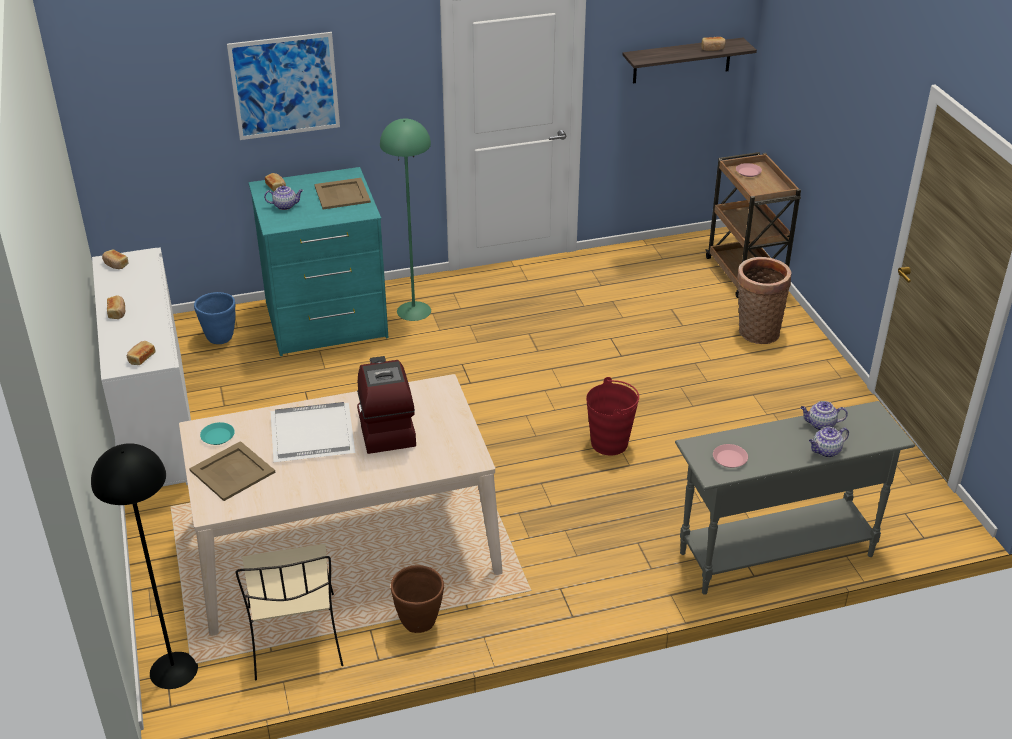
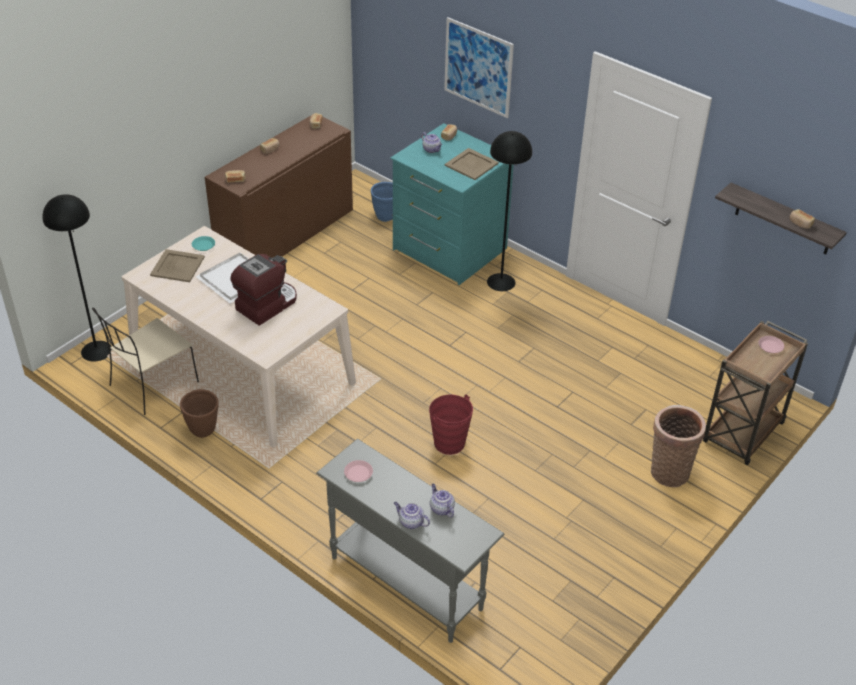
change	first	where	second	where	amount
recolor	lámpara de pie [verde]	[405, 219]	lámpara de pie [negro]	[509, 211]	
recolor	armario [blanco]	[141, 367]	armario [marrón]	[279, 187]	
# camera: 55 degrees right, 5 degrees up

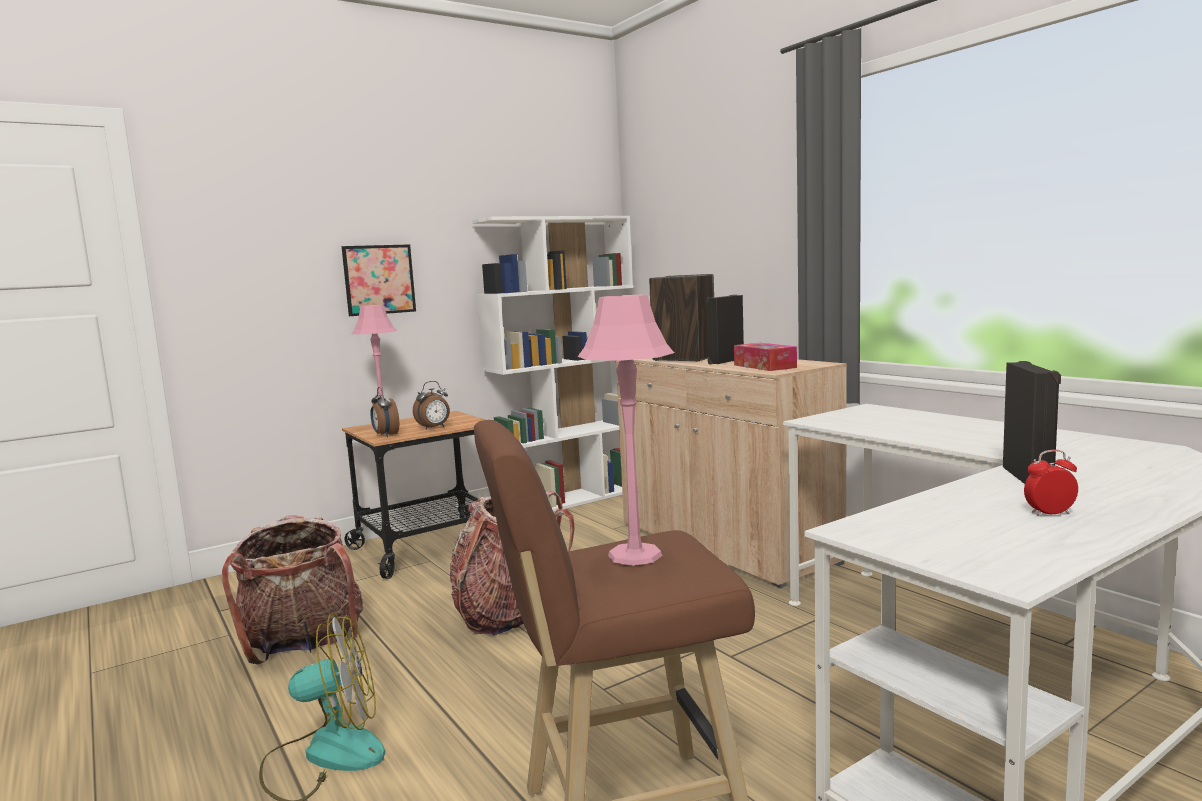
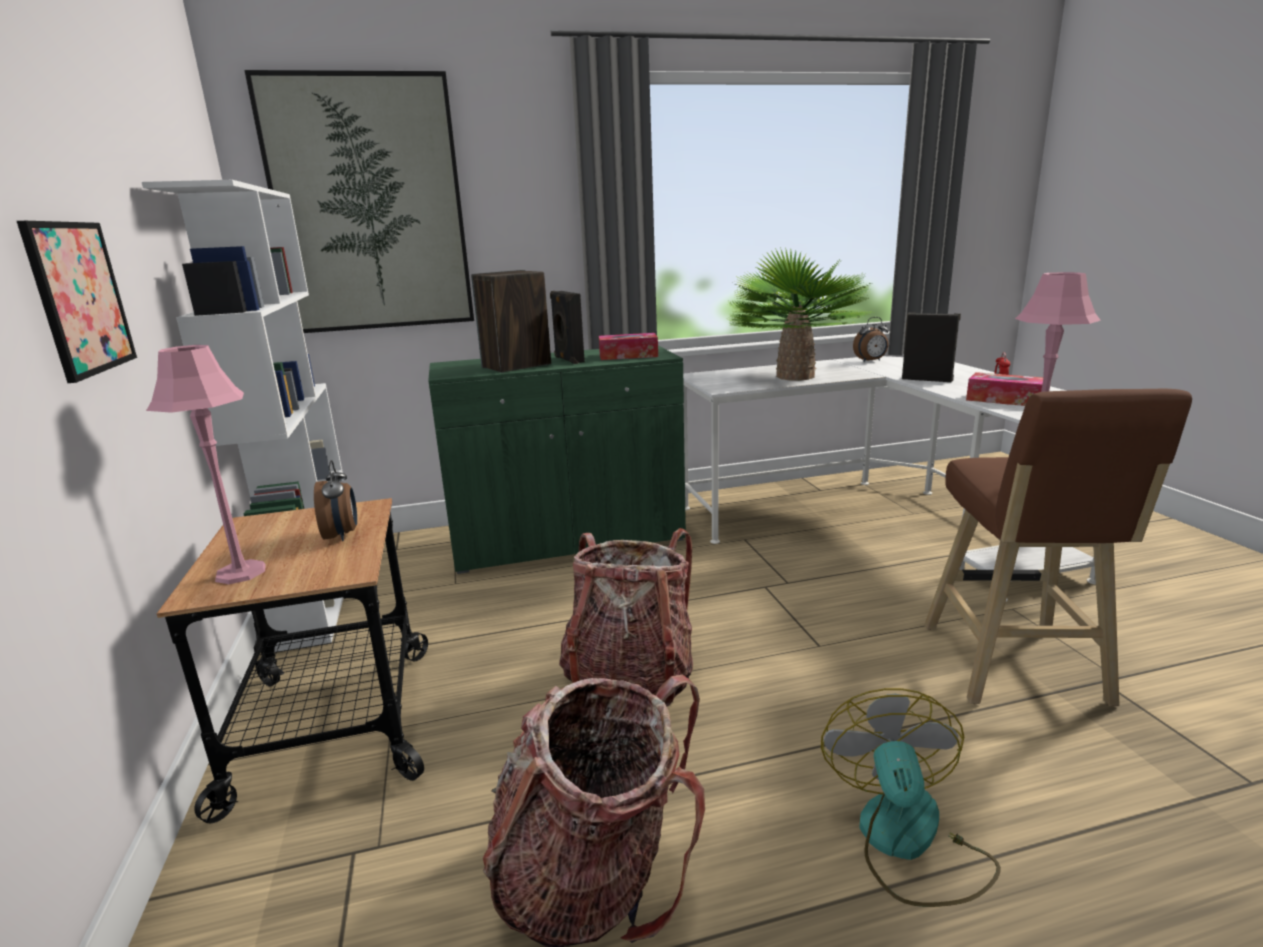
change	first	where	second	where	amount
recolor	armario [beis]	[731, 473]	armario [verde]	[557, 460]	
move	despertador	[384, 412]		[871, 339]	
insert			cuadro	[359, 201]	
insert			planta en maceta	[801, 314]	
insert			caja de pañuelos	[1004, 389]	
# camera: 70 degrees left, 10 degrees up

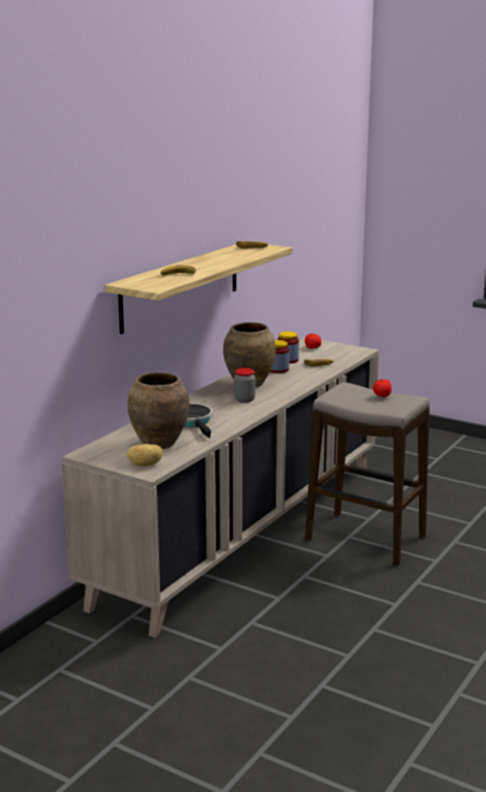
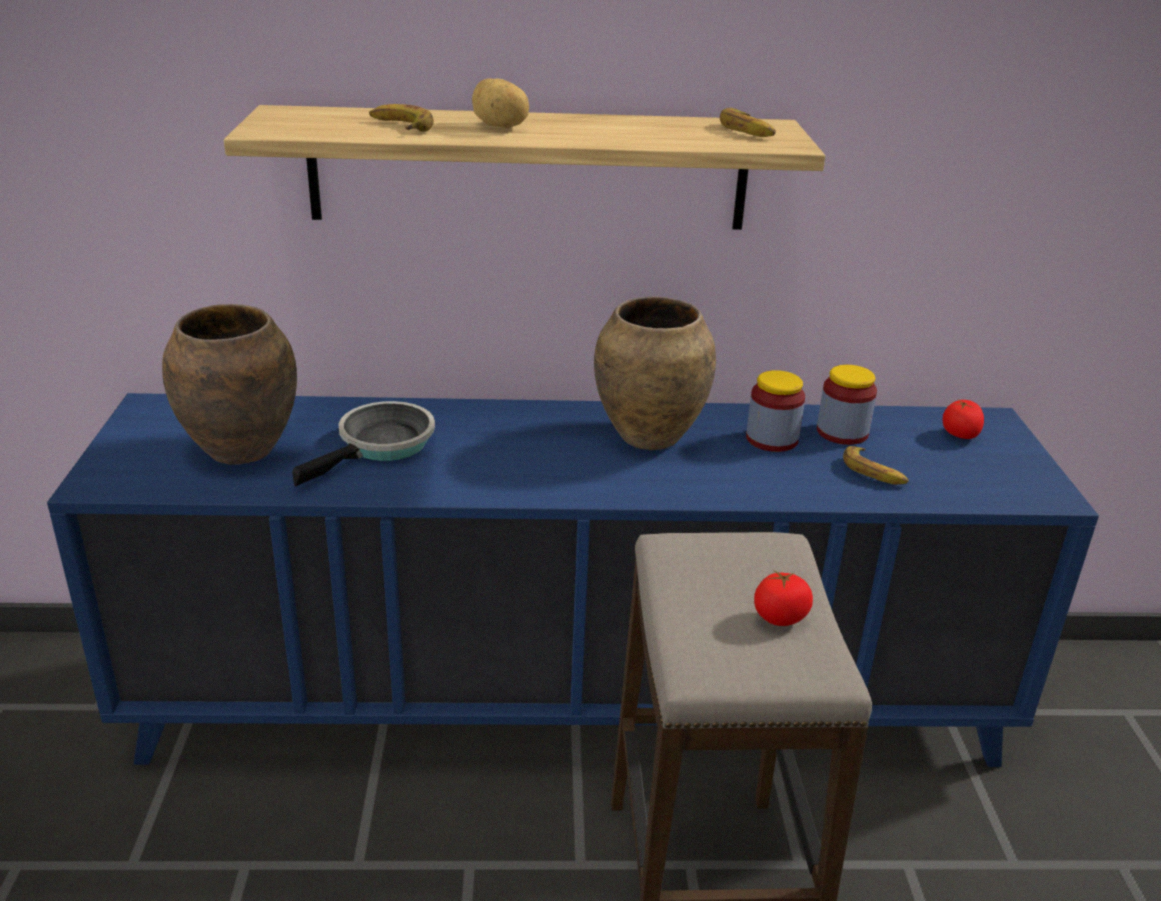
change	first	where	second	where	amount
recolor	armario [beis]	[220, 487]	armario [azul]	[573, 580]	
delete	tarro	[245, 385]			
move	patata	[145, 455]		[500, 103]	
# camera: 55 degrees right, 10 degrees up

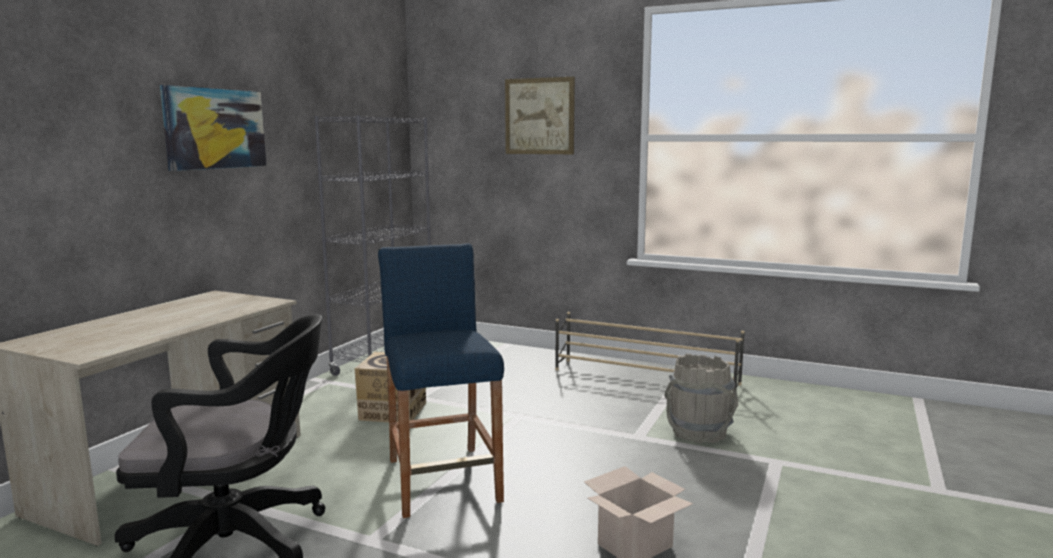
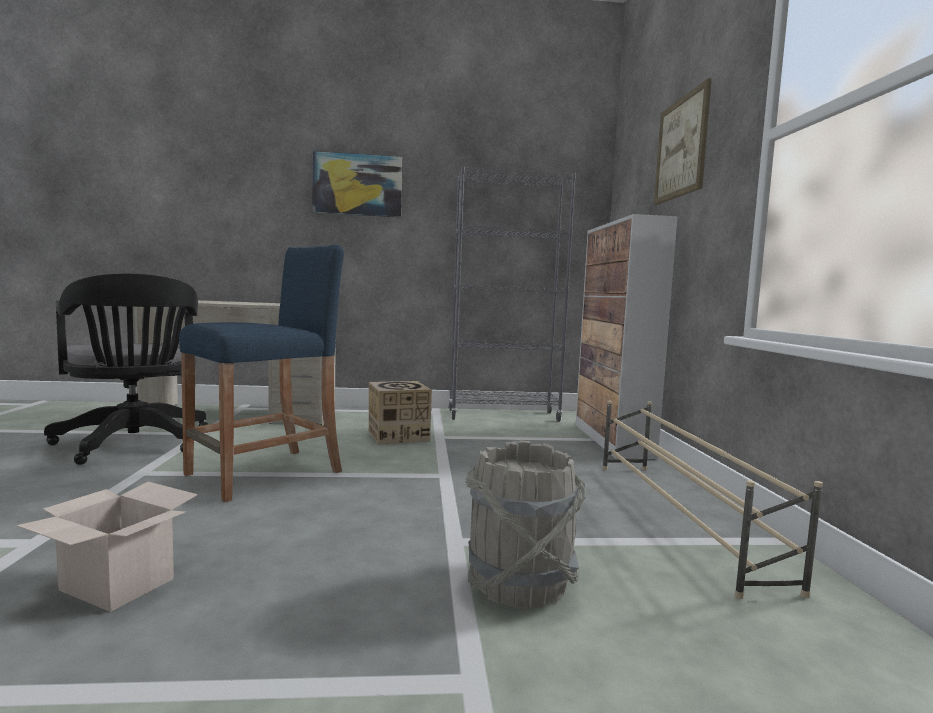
change	first	where	second	where	amount
insert			armario	[626, 336]	
# camera: 60 degrees right, 5 degrees down

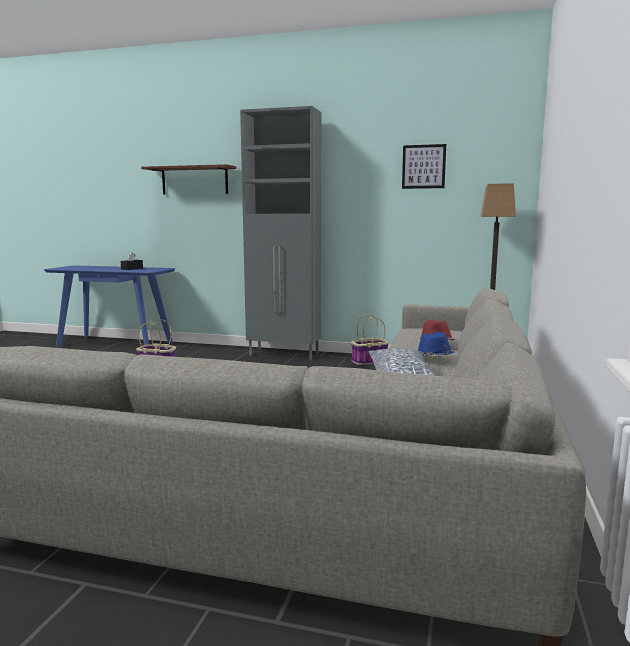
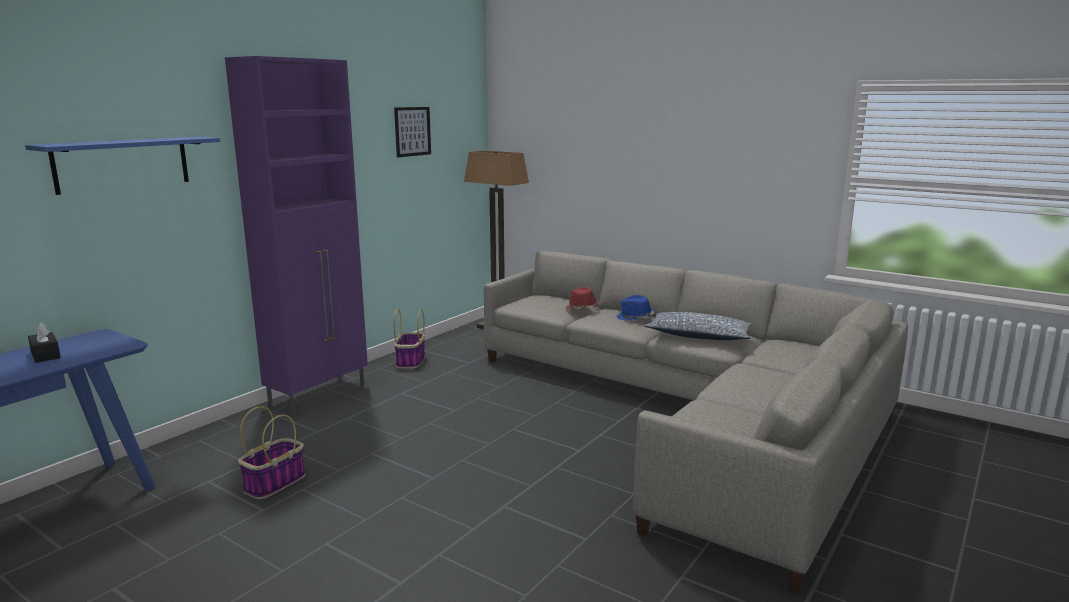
change	first	where	second	where	amount
recolor	armario [gris]	[280, 233]	armario [morado]	[296, 235]	
recolor	estante [marrón]	[189, 179]	estante [azul]	[122, 165]	
# camera: 70 degrees left, 5 degrees up

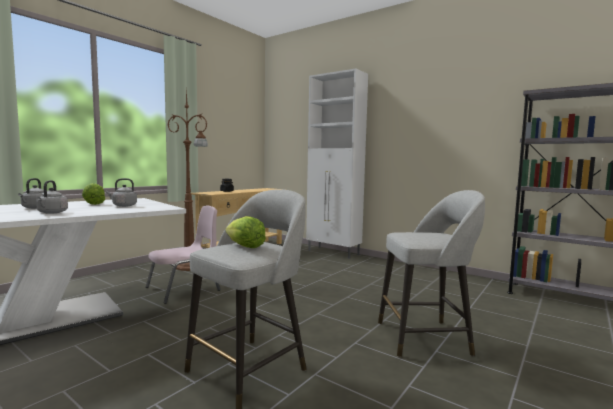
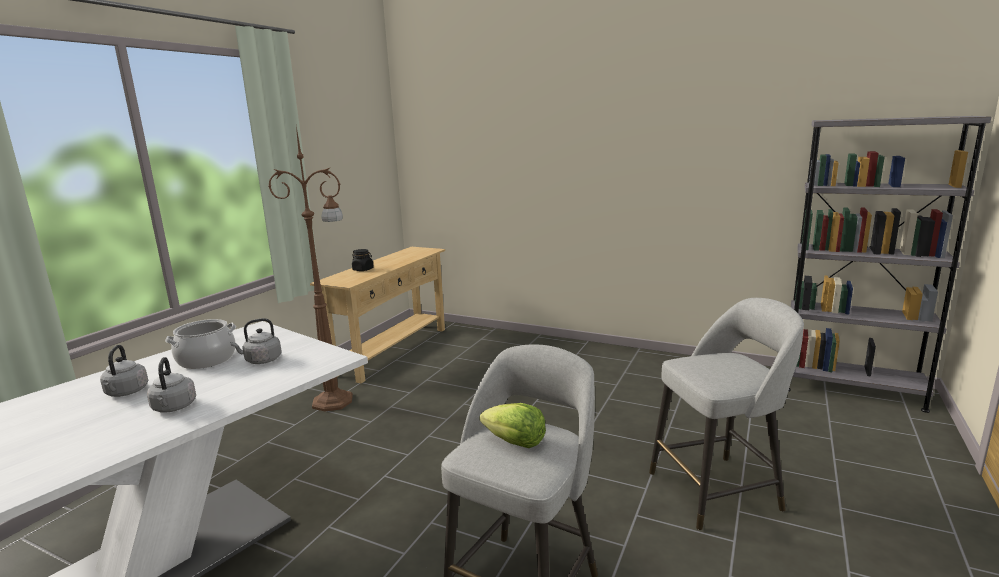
change	first	where	second	where	amount
delete	armario [blanco]	[337, 164]			
replace	lechuga	[93, 194]	olla	[200, 344]	
delete	silla [rosa]	[183, 254]			
# camera: 10 degrees left, 10 degrees up

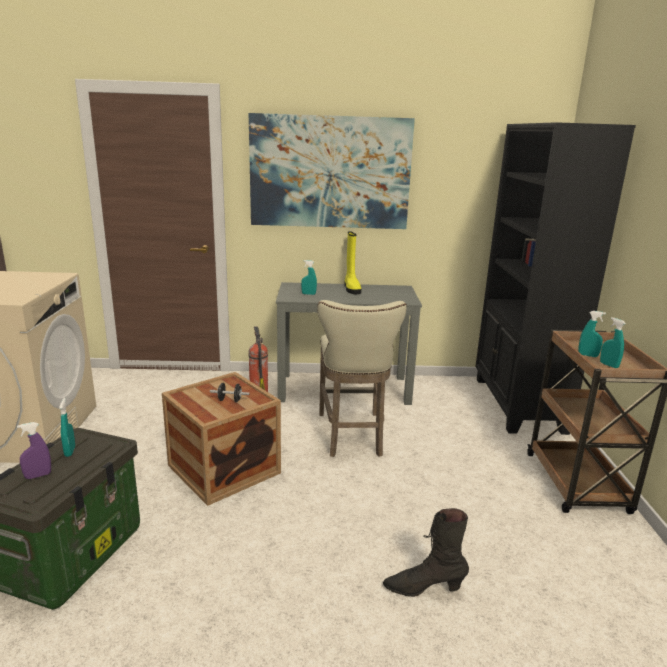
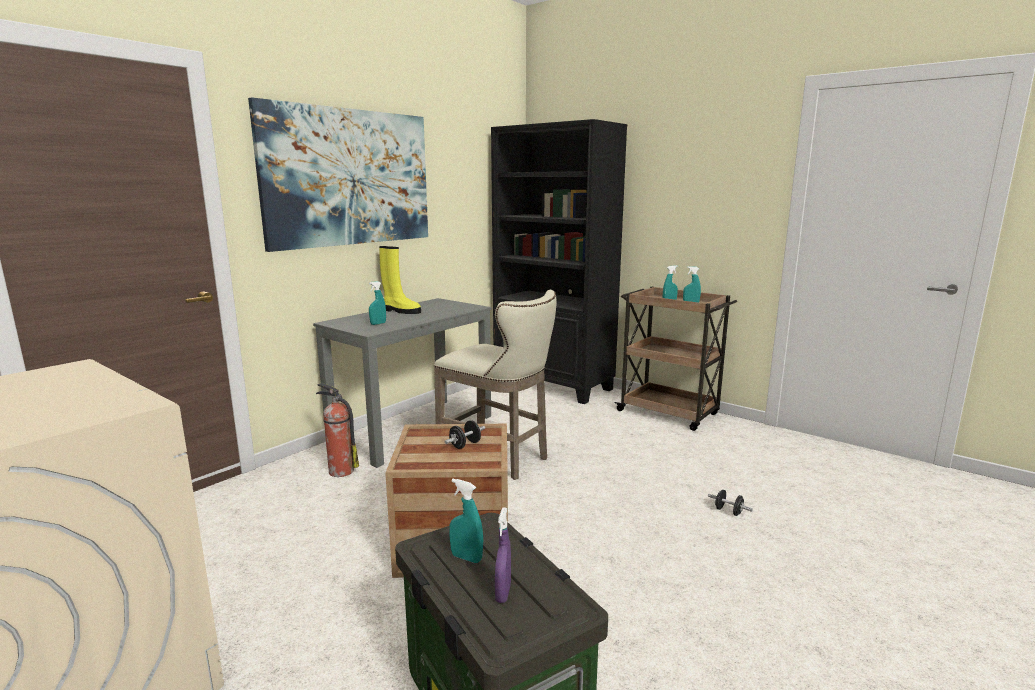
change	first	where	second	where	amount
replace	bota [negro]	[426, 552]	mancuerna [negro]	[730, 503]	
# camera: 50 degrees left, 5 degrees down

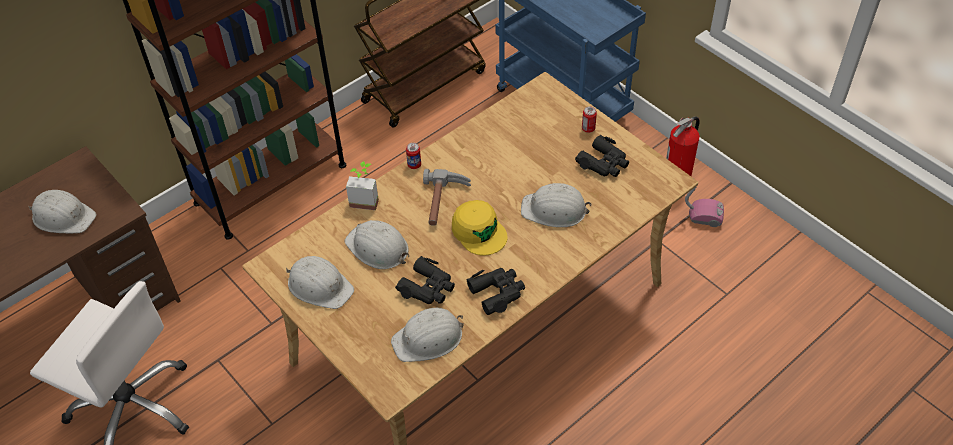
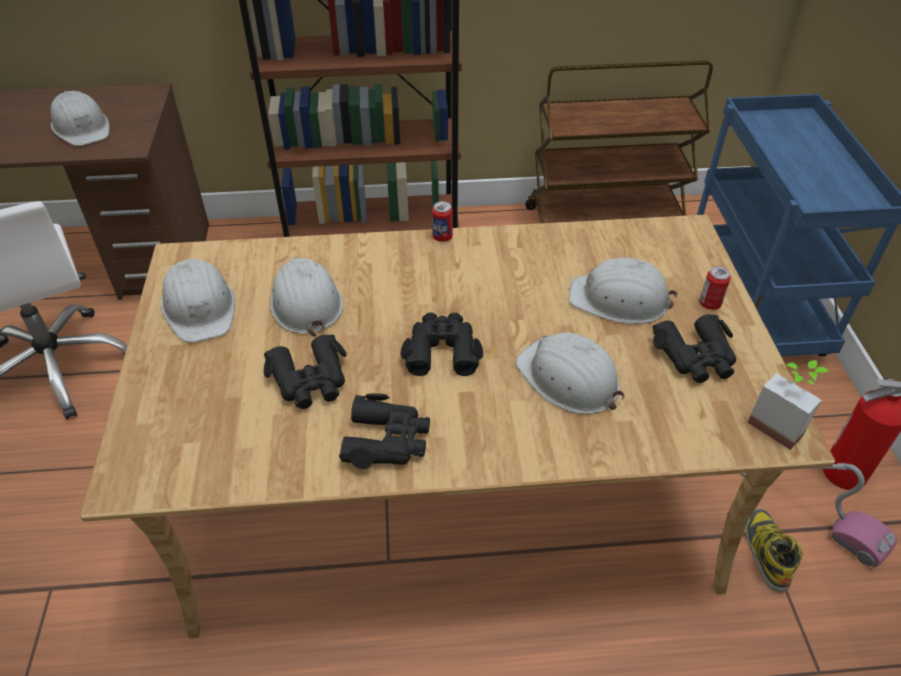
change	first	where	second	where	amount
move	planta en maceta	[362, 185]		[789, 405]	
delete	martillo	[447, 197]			
replace	gorra [amarillo]	[479, 228]	prismáticos [negro]	[442, 344]	
move	casco [blanco]	[427, 335]		[623, 291]	
insert			bota	[774, 550]	
# camera: 35 degrees right, 5 degrees down

